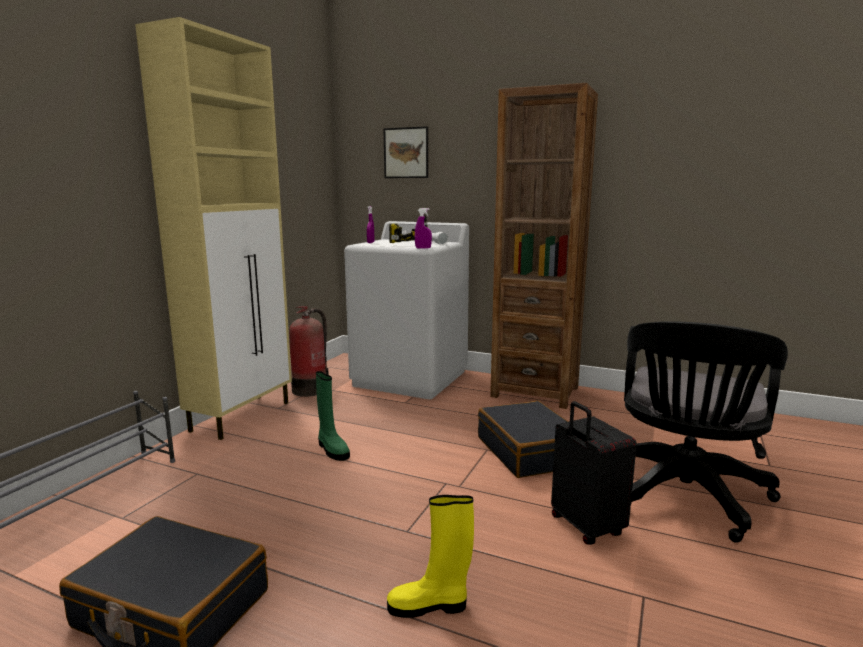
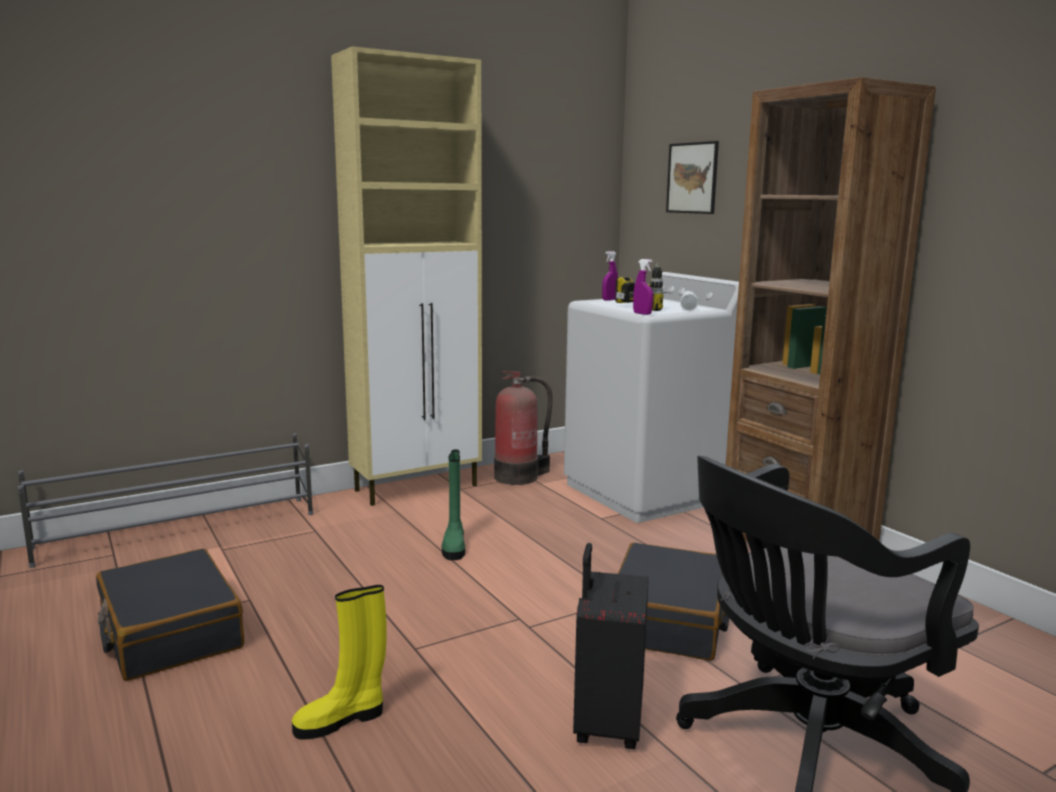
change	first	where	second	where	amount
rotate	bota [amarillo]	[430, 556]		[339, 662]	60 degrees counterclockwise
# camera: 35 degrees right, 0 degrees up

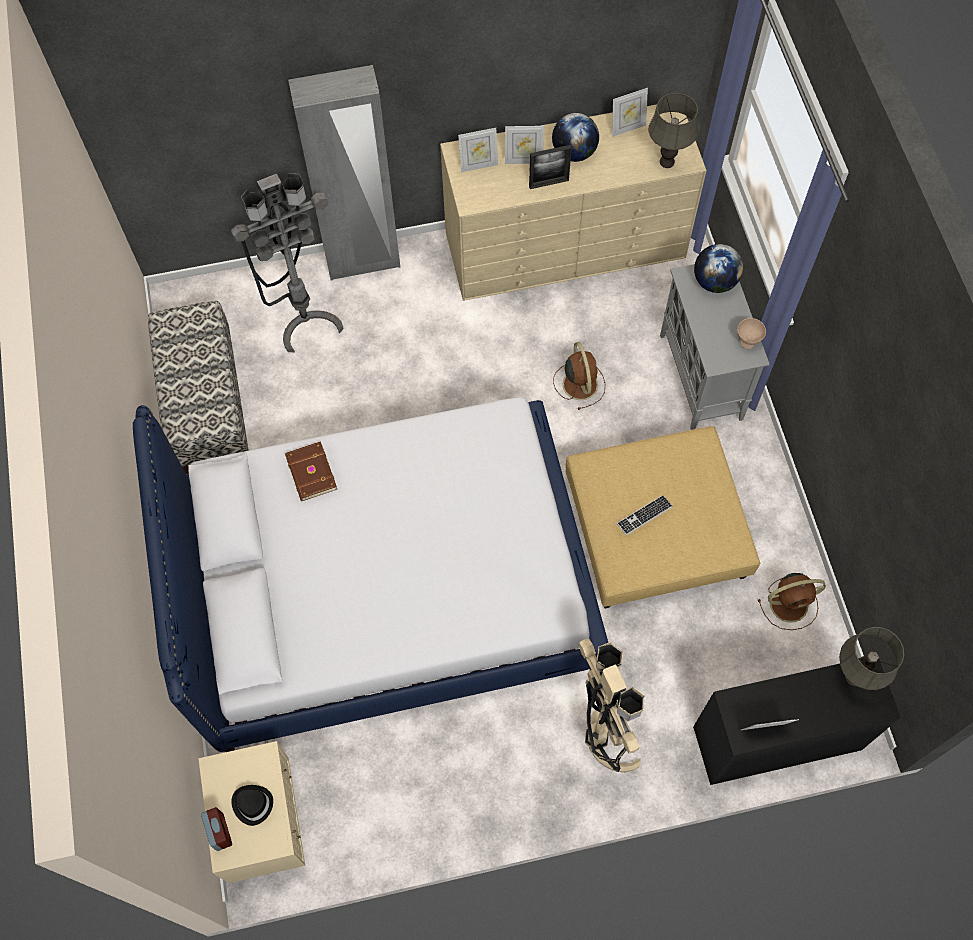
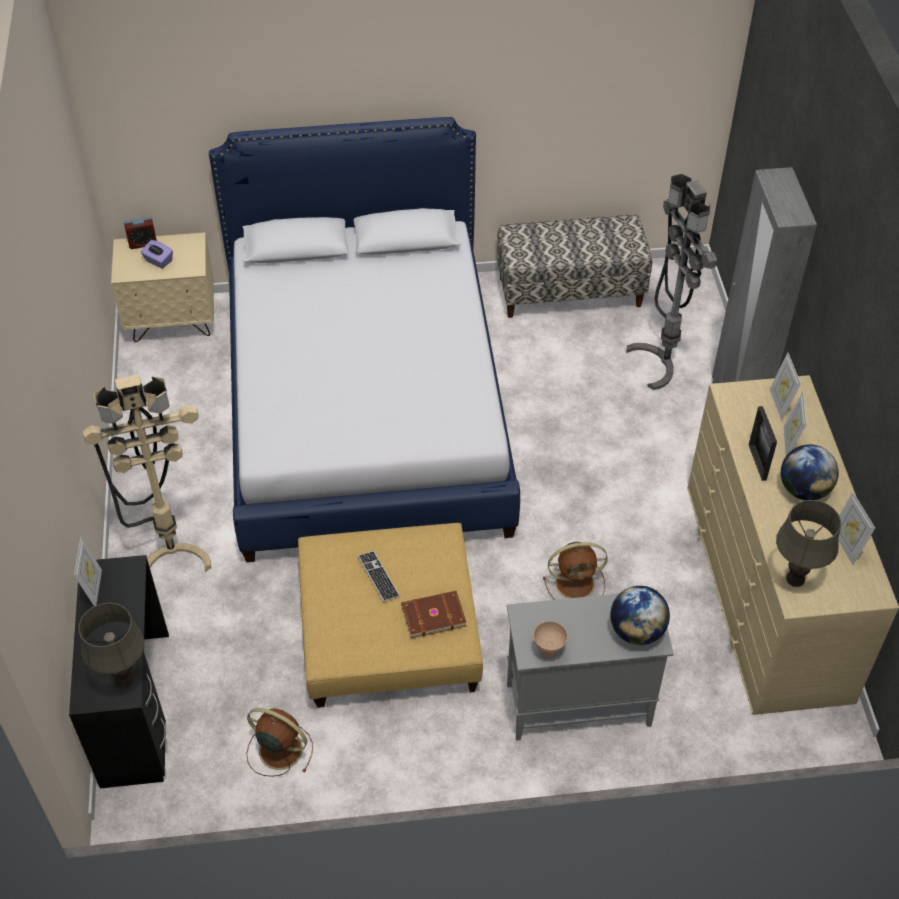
change	first	where	second	where	amount
move	libro [marrón]	[311, 471]		[433, 614]	
rotate	ventilador [marrón]	[792, 601]		[280, 742]	120 degrees clockwise
replace	sombrero [negro]	[252, 805]	caja de pañuelos [morado]	[157, 254]	
# camera: 95 degrees right, 15 degrees down

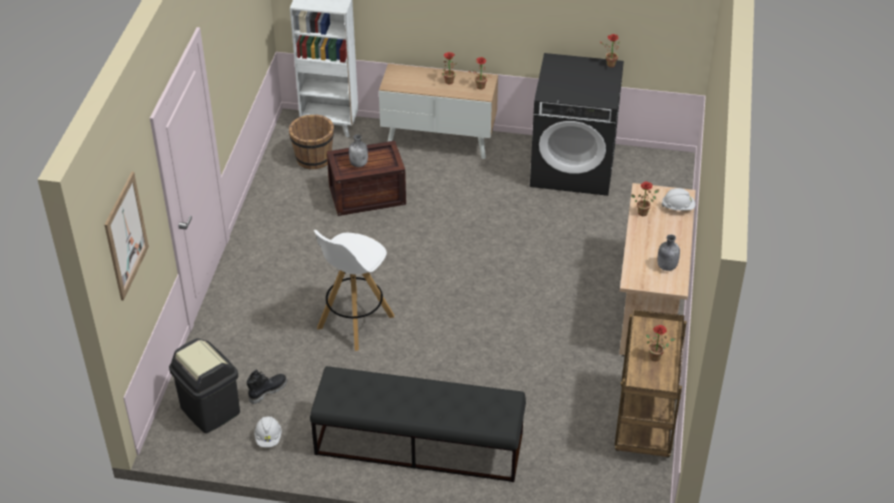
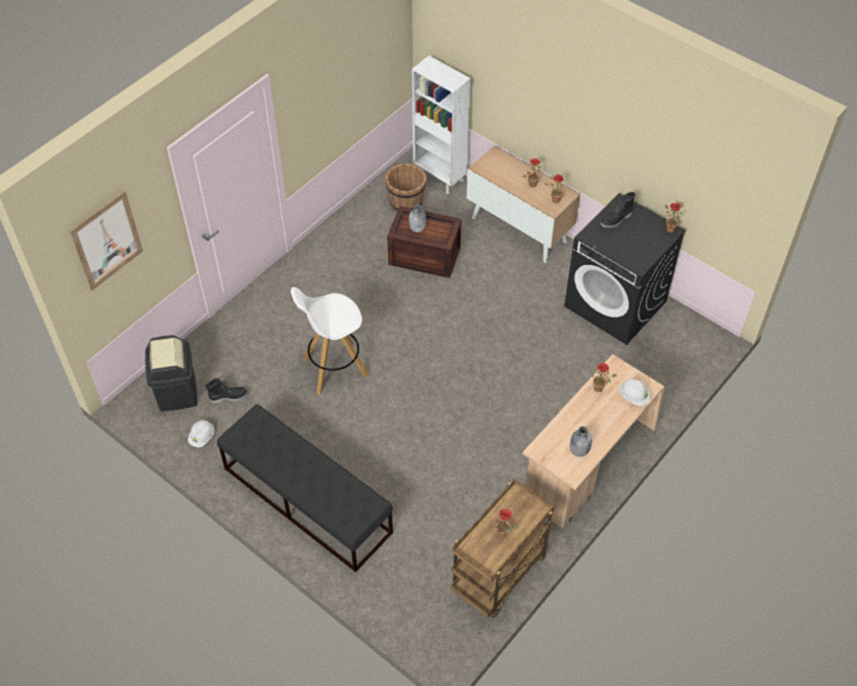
change	first	where	second	where	amount
insert			bota [negro]	[617, 210]	
# camera: 30 degrees right, 10 degrees up

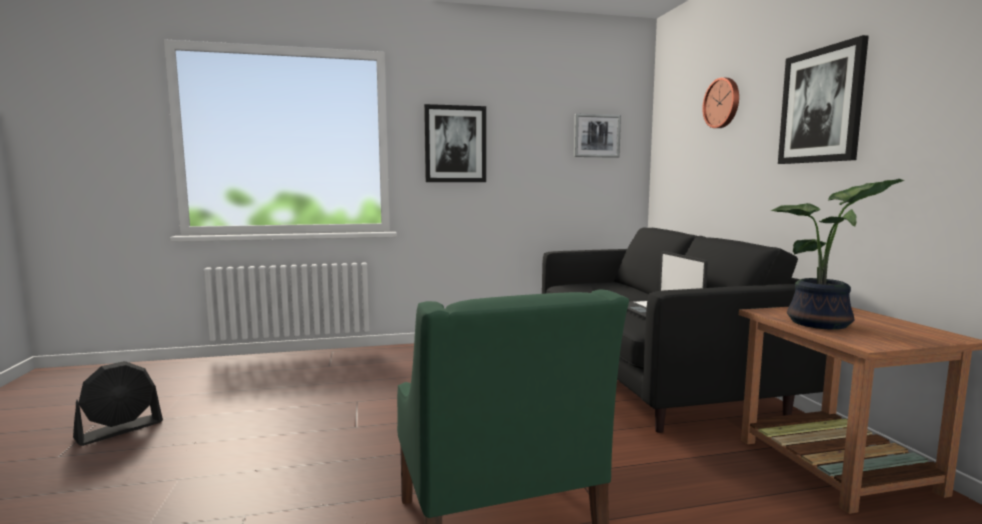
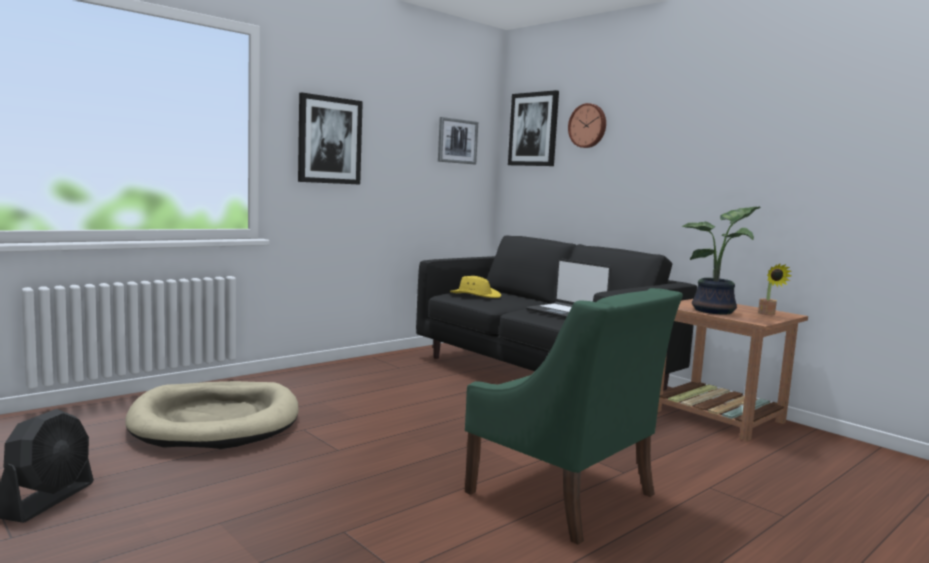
change	first	where	second	where	amount
move	cuadro	[823, 99]		[533, 128]	
insert			planta en maceta	[774, 289]	
insert			sombrero [amarillo]	[475, 287]	
insert			cama para perro [beis]	[212, 415]	
# camera: 30 degrees left, 0 degrees up

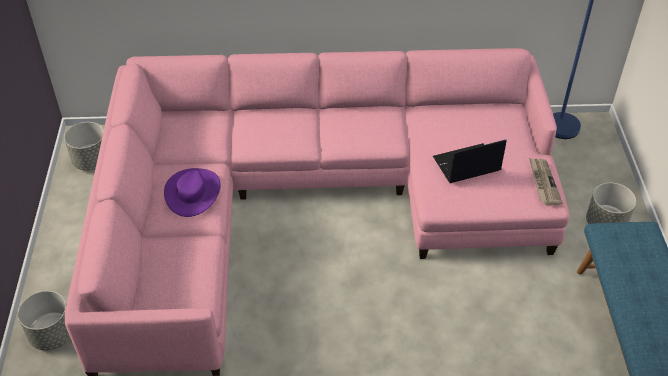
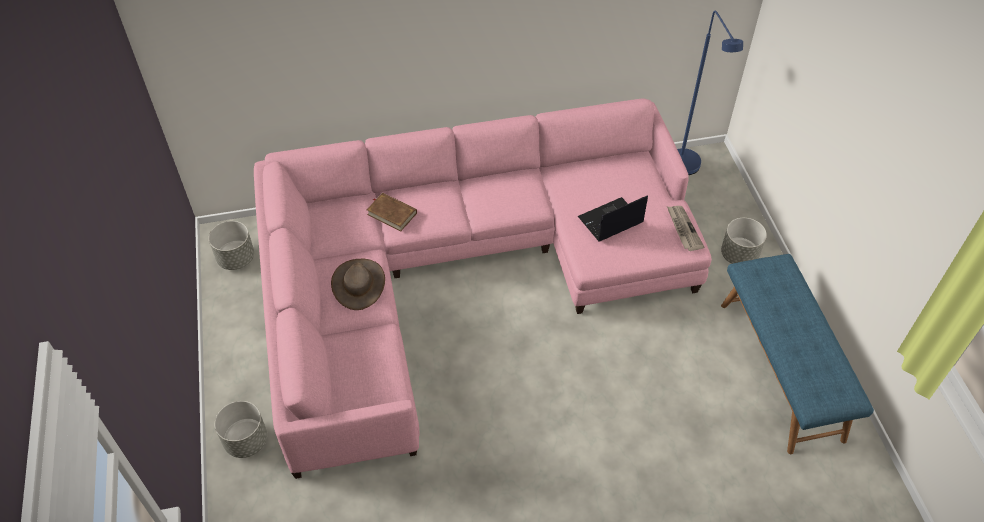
change	first	where	second	where	amount
recolor	sombrero [morado]	[192, 192]	sombrero [marrón]	[358, 284]	
insert			libro [marrón]	[392, 212]	
# camera: 10 degrees left, 5 degrees up

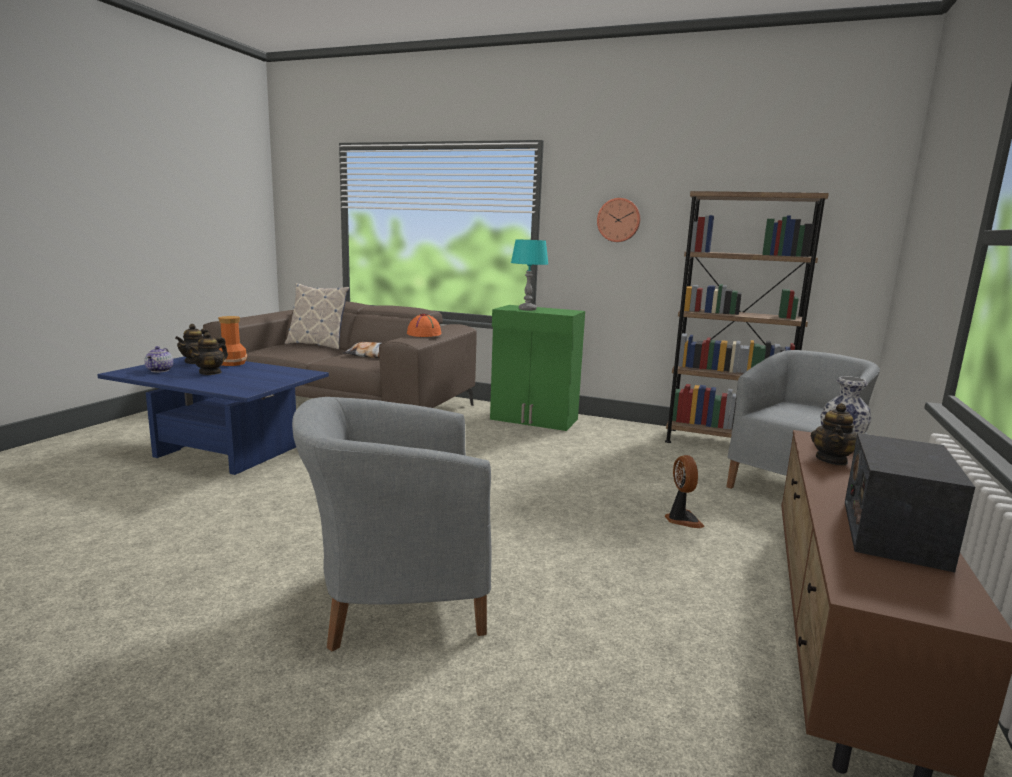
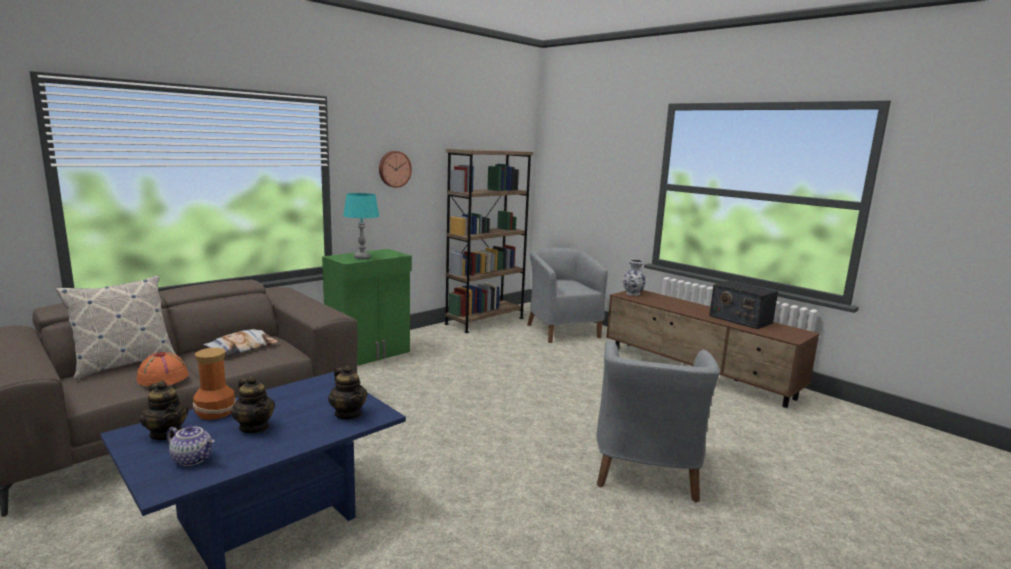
change	first	where	second	where	amount
move	sombrero [naranja]	[424, 325]		[162, 369]	
move	tetera	[834, 434]		[347, 392]	
delete	ventilador	[685, 491]			
# camera: 65 degrees left, 0 degrees up

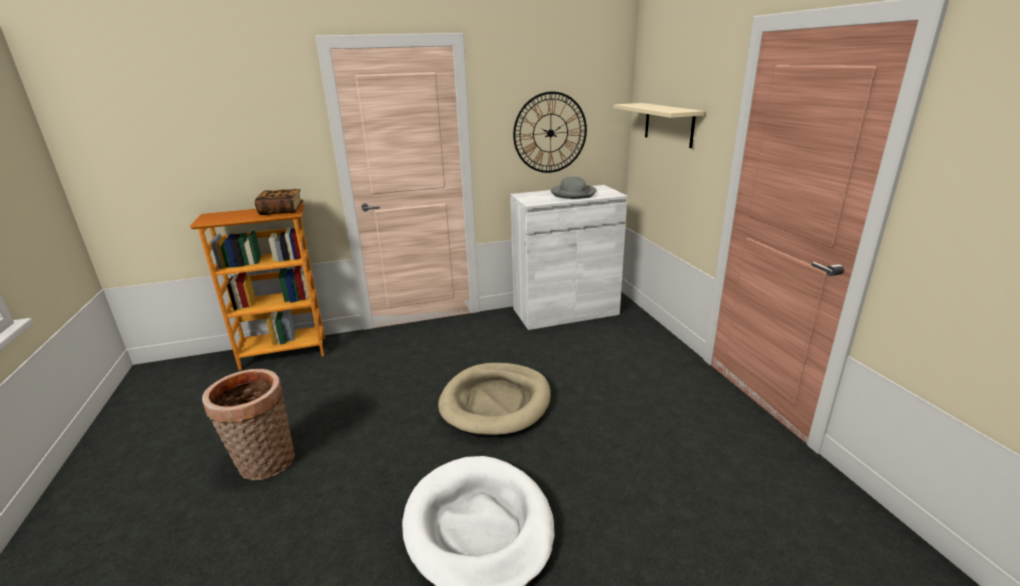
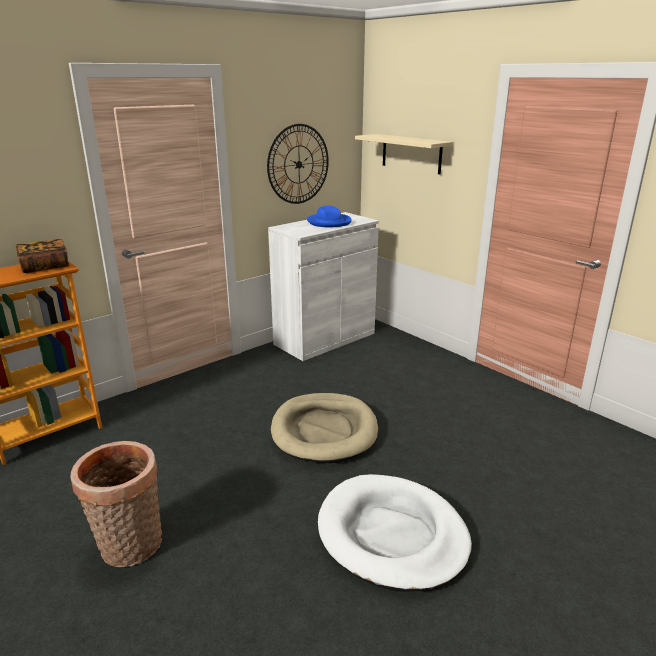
change	first	where	second	where	amount
recolor	sombrero [gris]	[574, 187]	sombrero [azul]	[329, 216]	
# camera: 25 degrees left, 0 degrees up

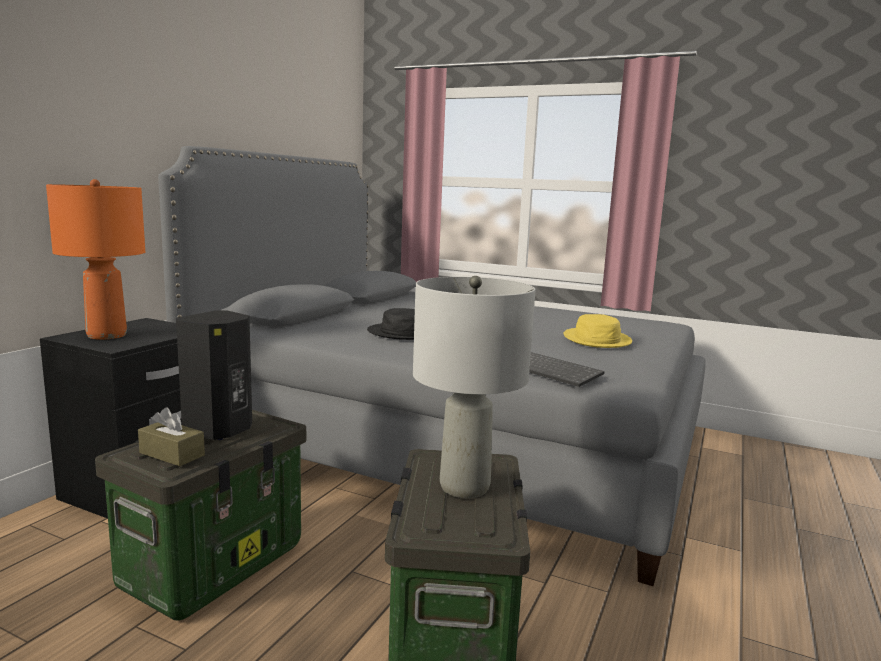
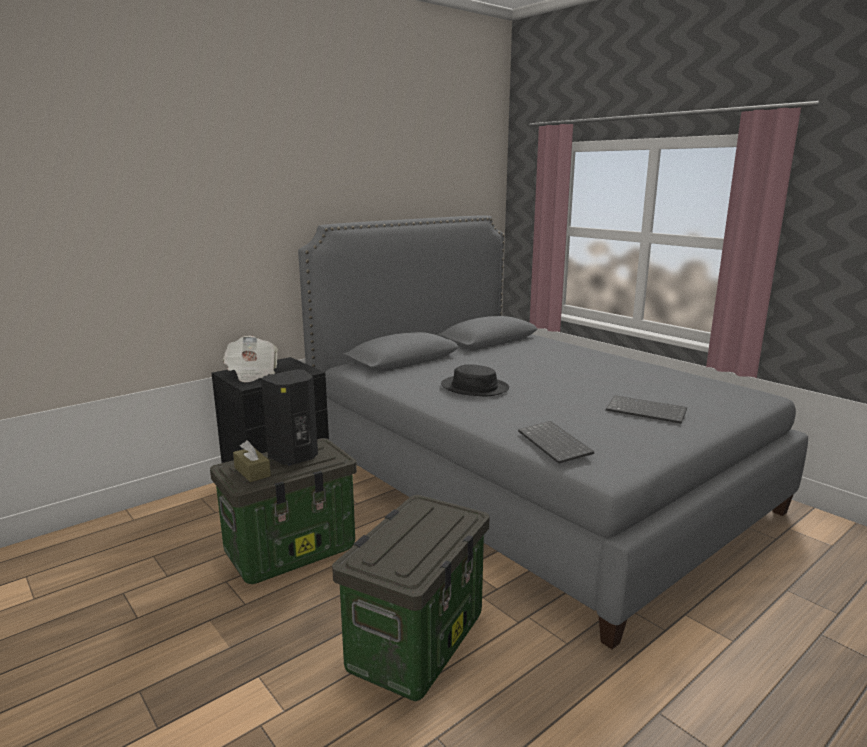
change	first	where	second	where	amount
replace	lámpara de mesa [naranja]	[95, 259]	periódico	[250, 359]	
delete	lámpara de mesa [gris]	[474, 387]			
replace	sombrero [amarillo]	[598, 331]	teclado	[646, 409]	
# camera: 25 degrees right, 5 degrees up

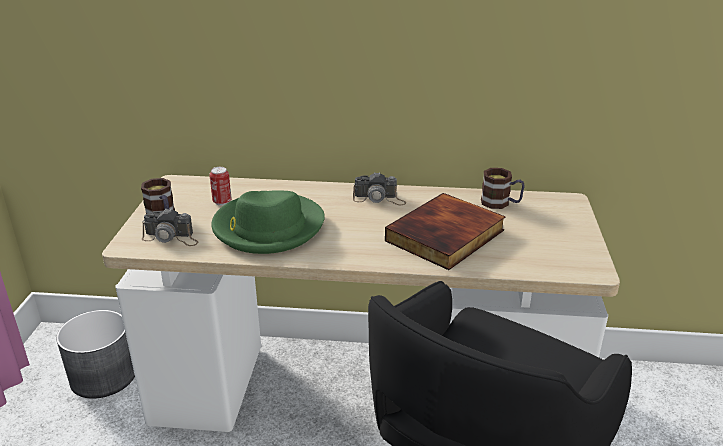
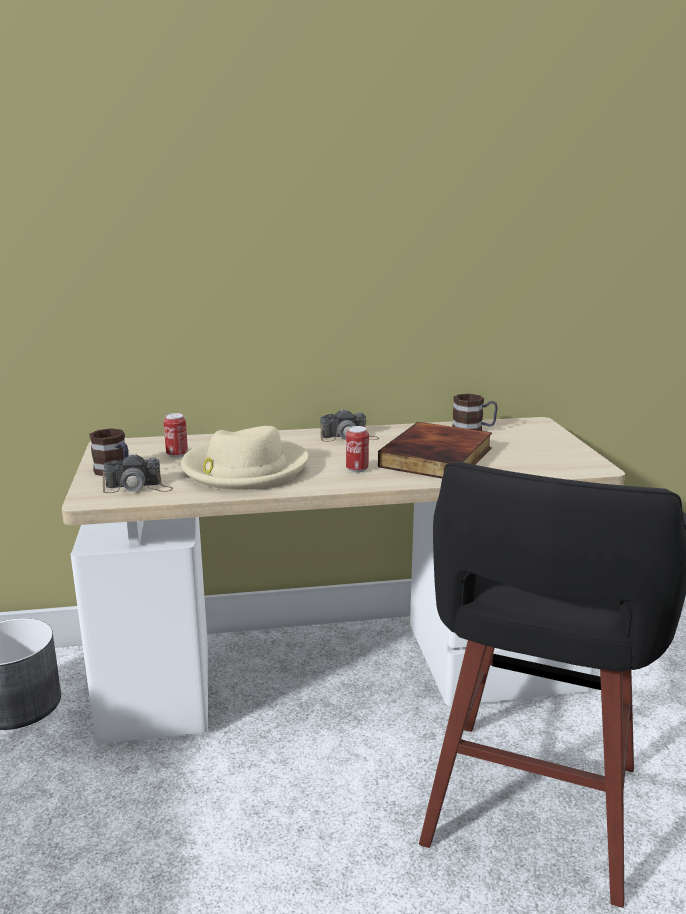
change	first	where	second	where	amount
recolor	sombrero [verde]	[268, 222]	sombrero [beis]	[244, 458]	
insert			lata	[357, 449]	
# camera: 15 degrees left, 10 degrees down

